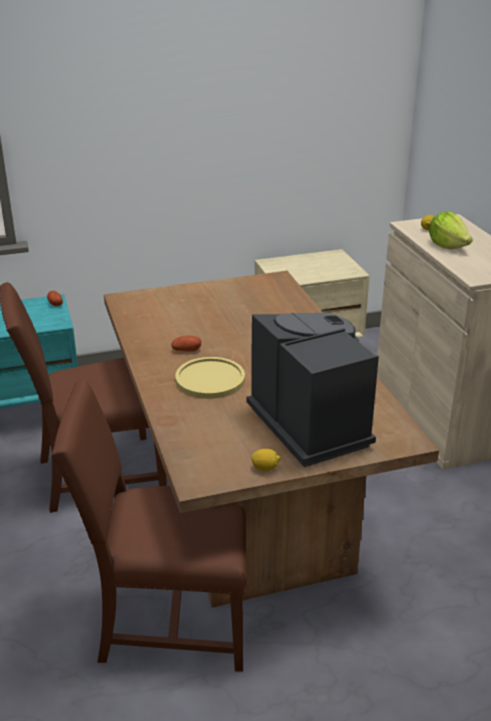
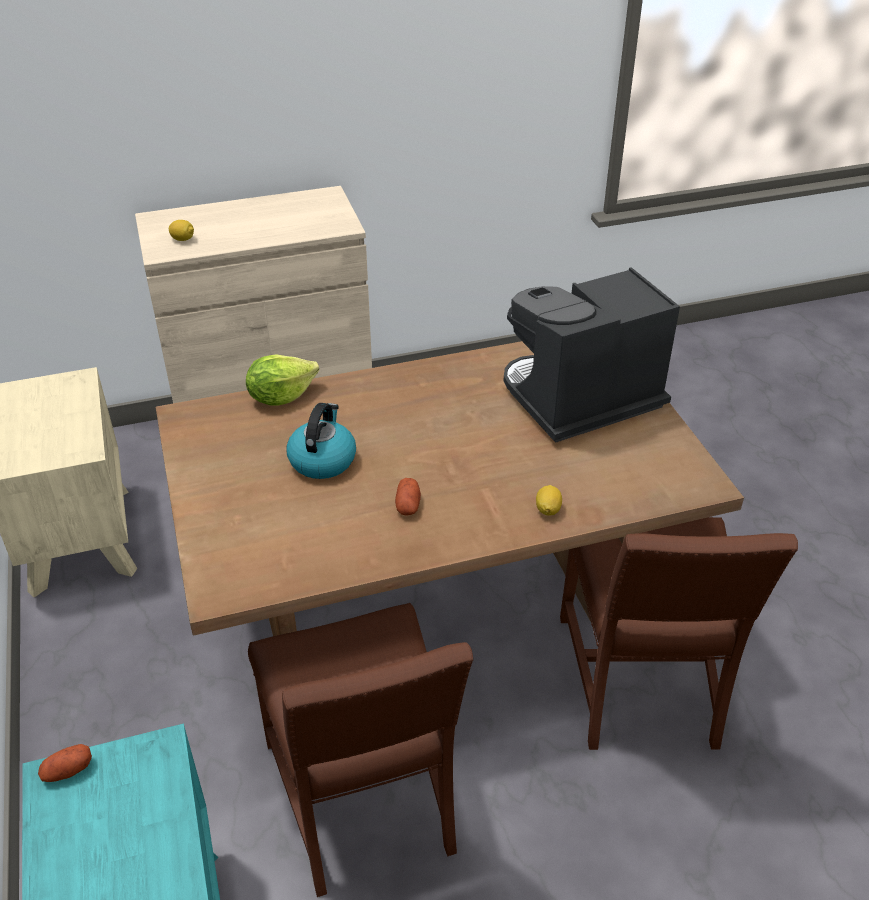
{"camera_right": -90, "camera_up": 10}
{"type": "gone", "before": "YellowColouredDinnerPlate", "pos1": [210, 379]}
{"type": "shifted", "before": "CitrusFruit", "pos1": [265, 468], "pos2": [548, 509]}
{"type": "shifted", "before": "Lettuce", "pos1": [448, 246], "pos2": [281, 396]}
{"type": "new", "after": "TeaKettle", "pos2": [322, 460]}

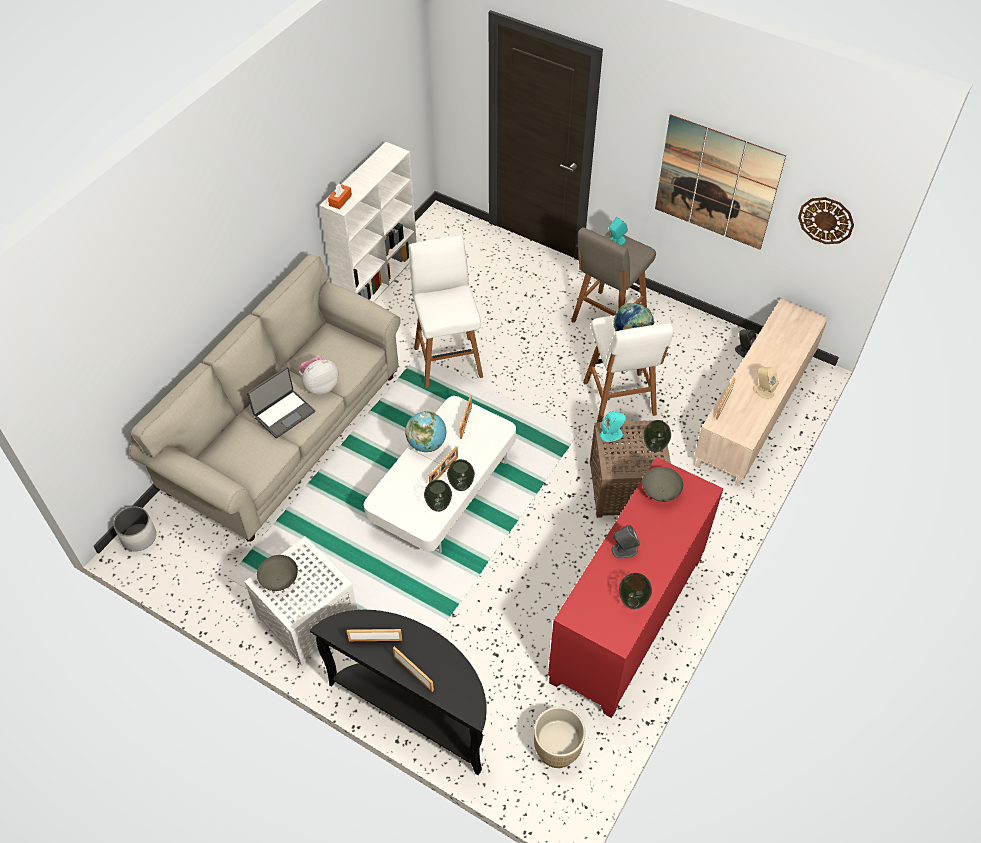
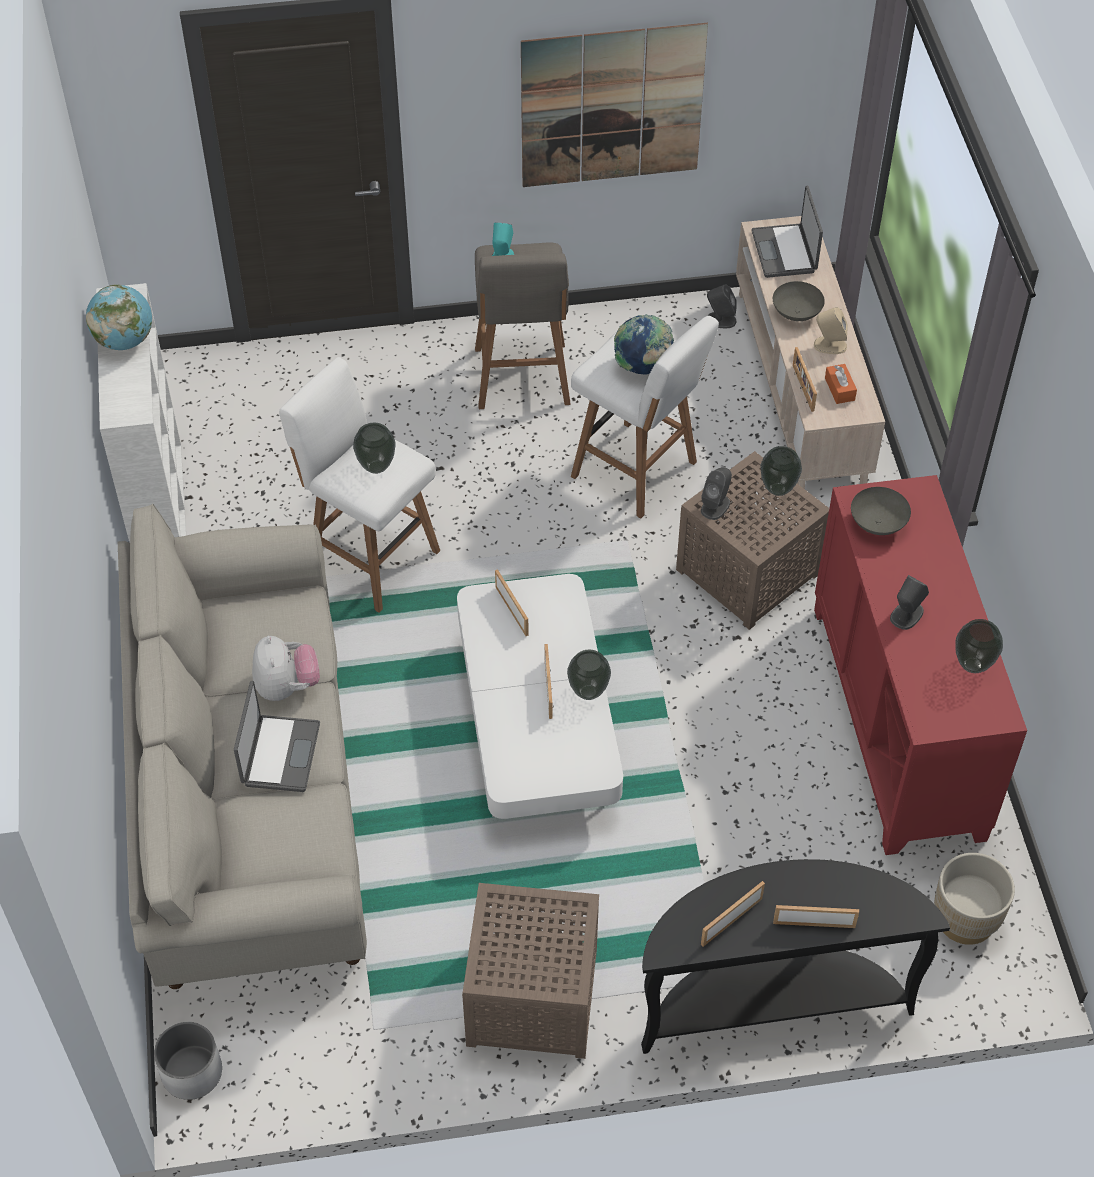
{"camera_right": -40, "camera_up": 0}
{"type": "repainted", "before": "WhiteColouredEndTable", "after": "BrownishEndTable", "pos1": [306, 618], "pos2": [530, 999]}
{"type": "shifted", "before": "GreyBowl", "pos1": [279, 580], "pos2": [797, 314]}
{"type": "rotated", "before": "CuddlyToy", "pos1": [320, 386], "pos2": [287, 686], "turn": 150}
{"type": "shifted", "before": "OrangeColouredTissueHolder", "pos1": [340, 200], "pos2": [839, 389]}
{"type": "shifted", "before": "Globe", "pos1": [427, 444], "pos2": [124, 340]}
{"type": "shifted", "before": "FlowerVase", "pos1": [439, 506], "pos2": [376, 466]}
{"type": "repainted", "before": "TurquoiseAudioSpeaker", "after": "GreyAudioSpeaker", "pos1": [611, 434], "pos2": [715, 506]}
{"type": "gone", "before": "ClockOnTheWall", "pos1": [826, 220]}
{"type": "new", "after": "NotebookComputer", "pos2": [785, 252]}

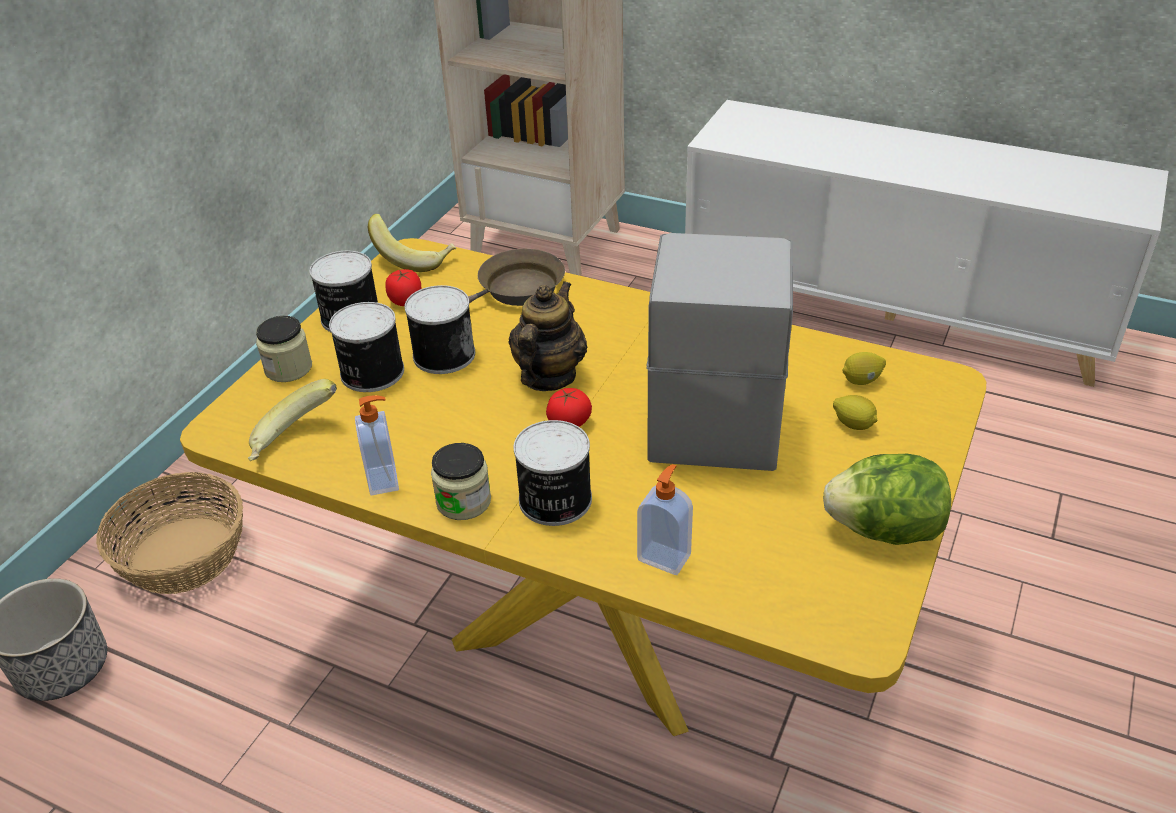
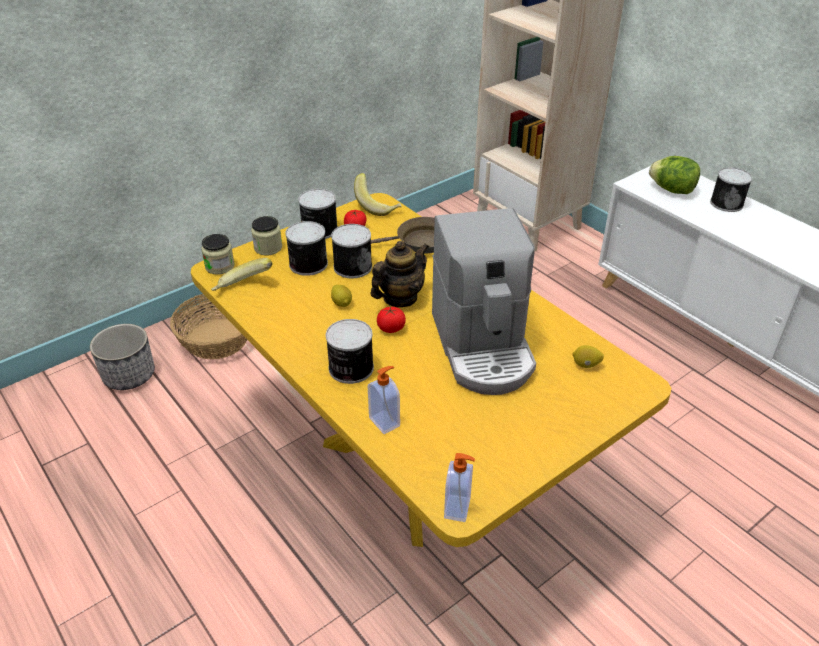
{"camera_right": 25, "camera_up": 0}
{"type": "shifted", "before": "LiquidSoapBottle", "pos1": [384, 479], "pos2": [458, 508]}
{"type": "shifted", "before": "StorageJar", "pos1": [463, 501], "pos2": [220, 266]}
{"type": "rotated", "before": "CoffeeMaker", "pos1": [715, 404], "pos2": [483, 347], "turn": 135}
{"type": "shifted", "before": "Lettuce", "pos1": [884, 530], "pos2": [672, 190]}
{"type": "shifted", "before": "CitrusFruit", "pos1": [853, 424], "pos2": [342, 303]}
{"type": "new", "after": "Can", "pos2": [726, 203]}

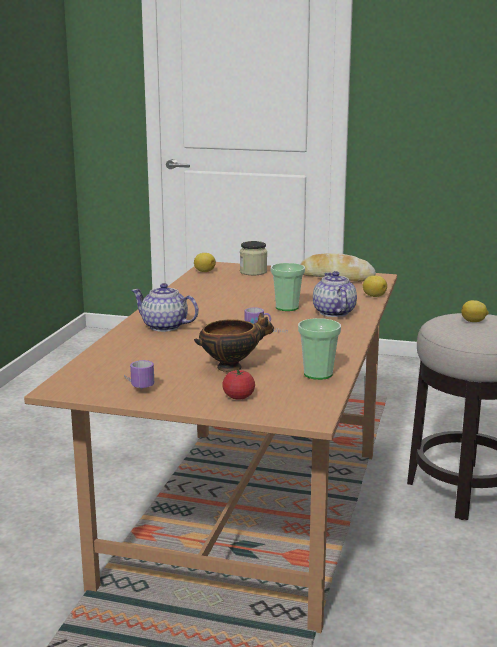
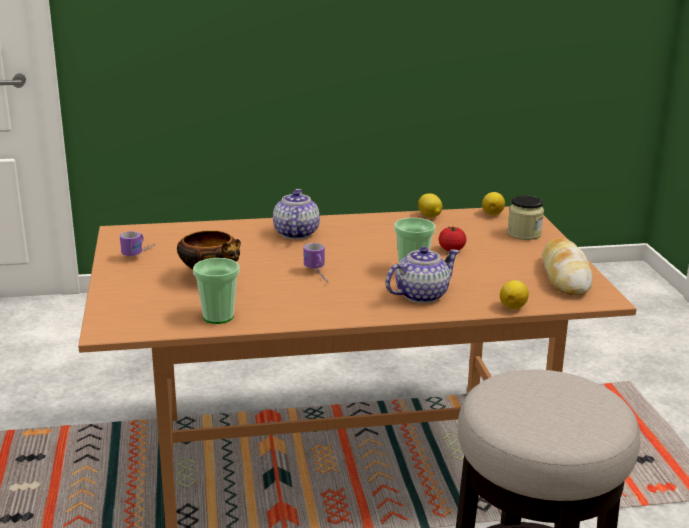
{"camera_right": 65, "camera_up": 5}
{"type": "shifted", "before": "Tomato", "pos1": [238, 397], "pos2": [451, 249]}
{"type": "shifted", "before": "CitrusFruit", "pos1": [474, 321], "pos2": [430, 216]}

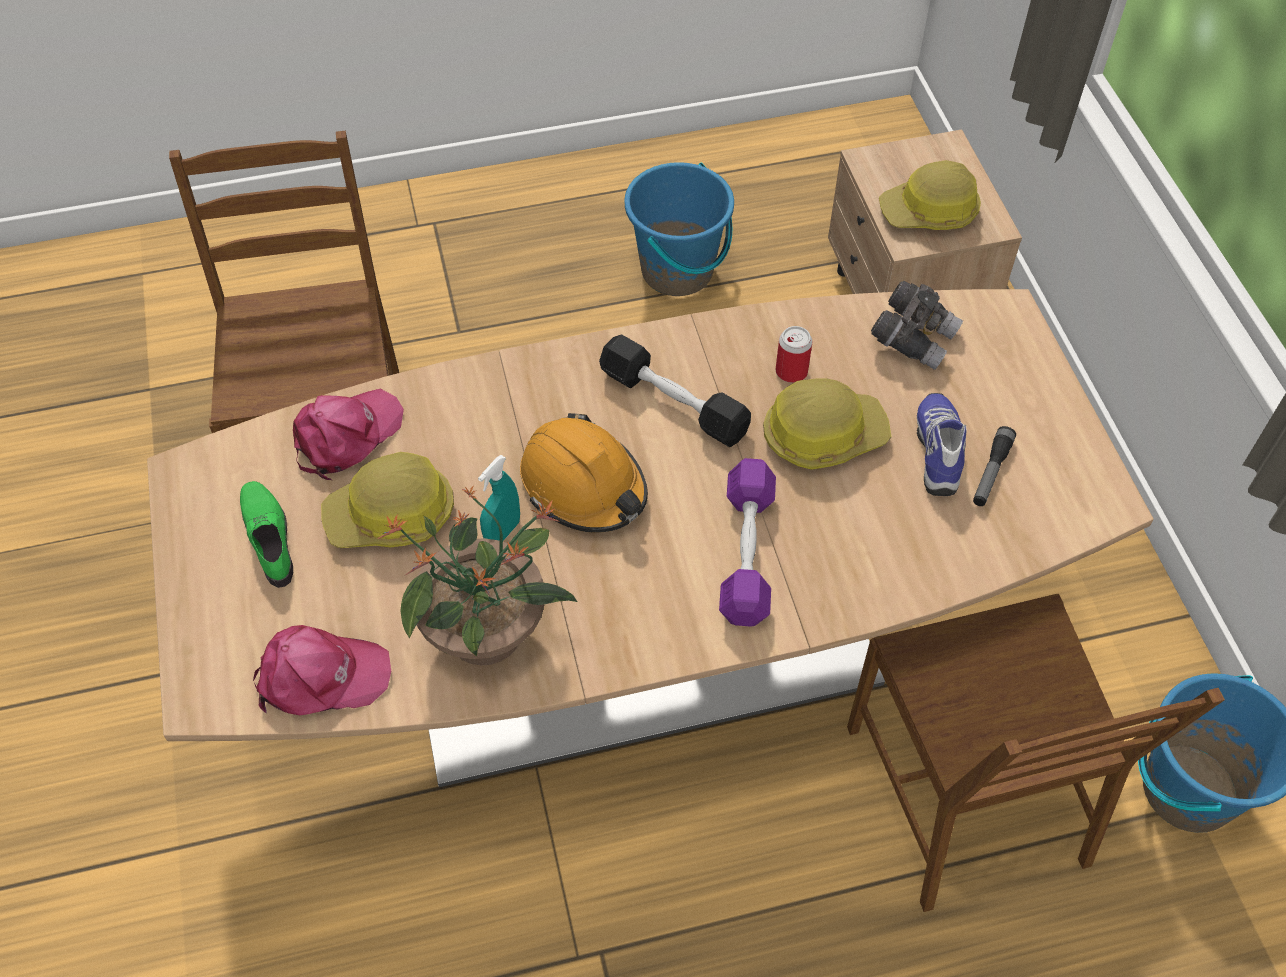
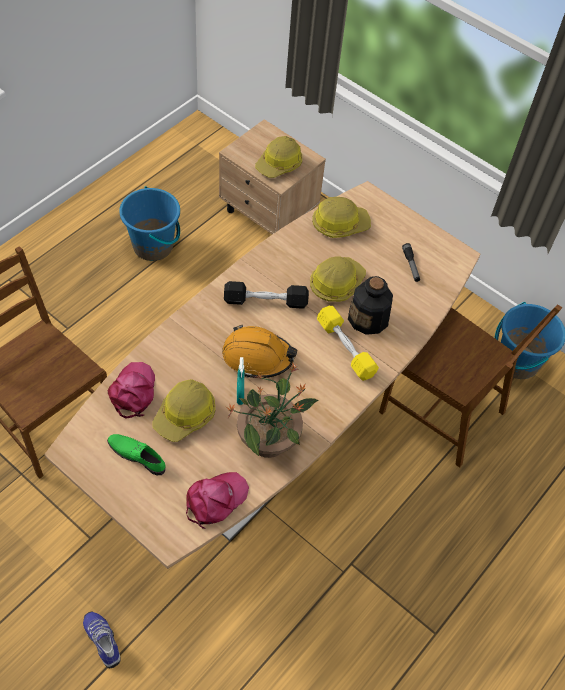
{"camera_right": -40, "camera_up": 0}
{"type": "repainted", "before": "PurpleHandWeight", "after": "YellowColouredHandWeight", "pos1": [747, 553], "pos2": [345, 348]}
{"type": "gone", "before": "Can", "pos1": [791, 371]}
{"type": "swapped", "before": "GreyFieldGlasses", "after": "SafetyHelmet", "pos1": [913, 338], "pos2": [339, 224]}
{"type": "shifted", "before": "ItemOfFootwear", "pos1": [940, 452], "pos2": [103, 640]}
{"type": "new", "after": "BeverageBottle", "pos2": [368, 318]}

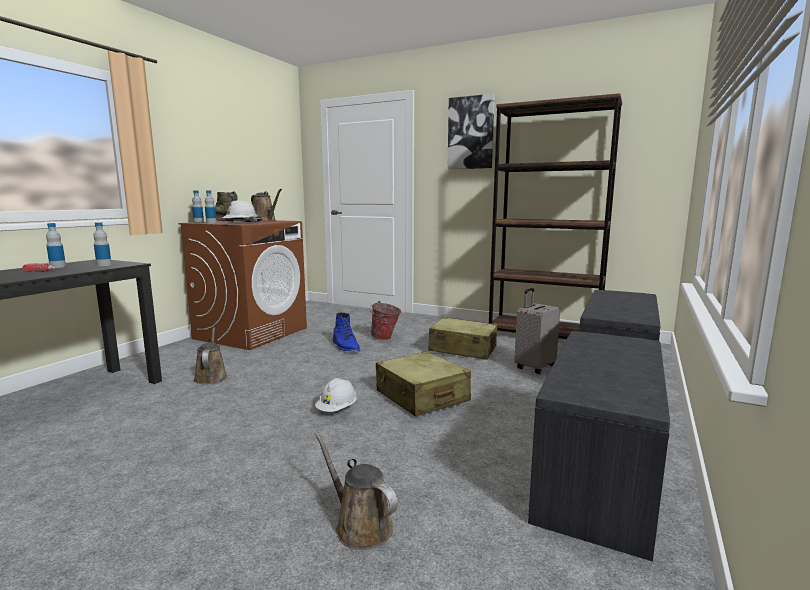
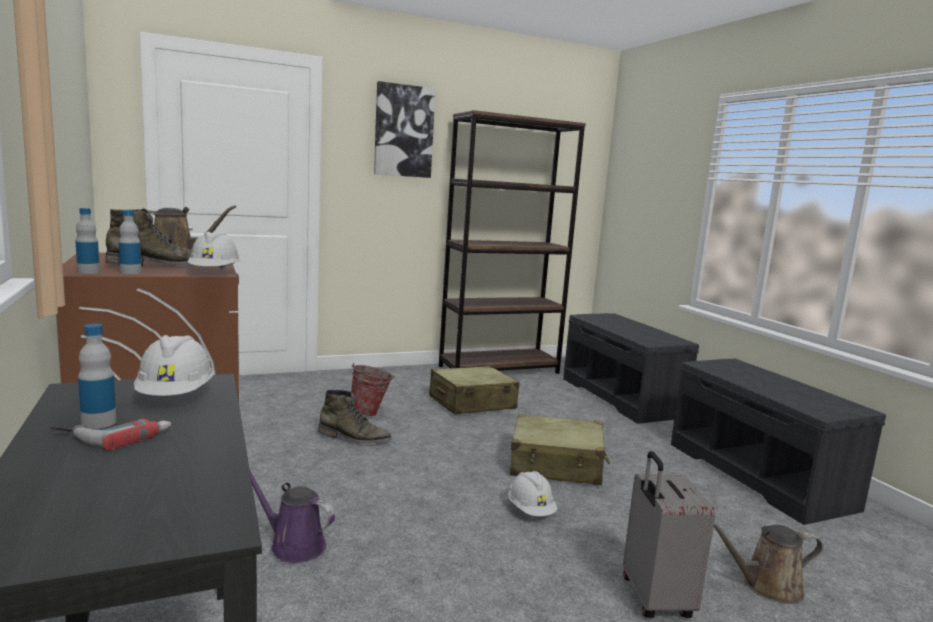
{"camera_right": -50, "camera_up": 0}
{"type": "swapped", "before": "BeverageBottle", "after": "WhiteColouredSafetyHelmet", "pos1": [104, 265], "pos2": [175, 396]}
{"type": "repainted", "before": "BrownishWateringPot", "after": "PurpleWateringPot", "pos1": [211, 377], "pos2": [293, 545]}
{"type": "repainted", "before": "BluishTallBoot", "after": "GreenishTallBoot", "pos1": [345, 346], "pos2": [354, 438]}
{"type": "shifted", "before": "GreyTravelCase", "pos1": [534, 367], "pos2": [654, 599]}

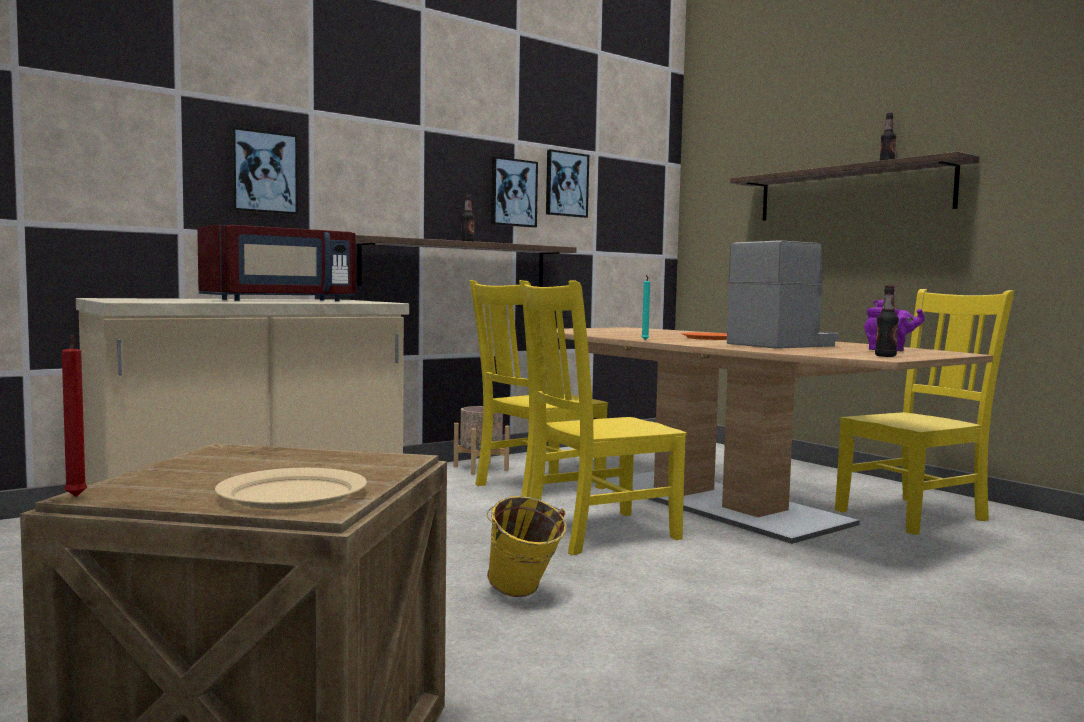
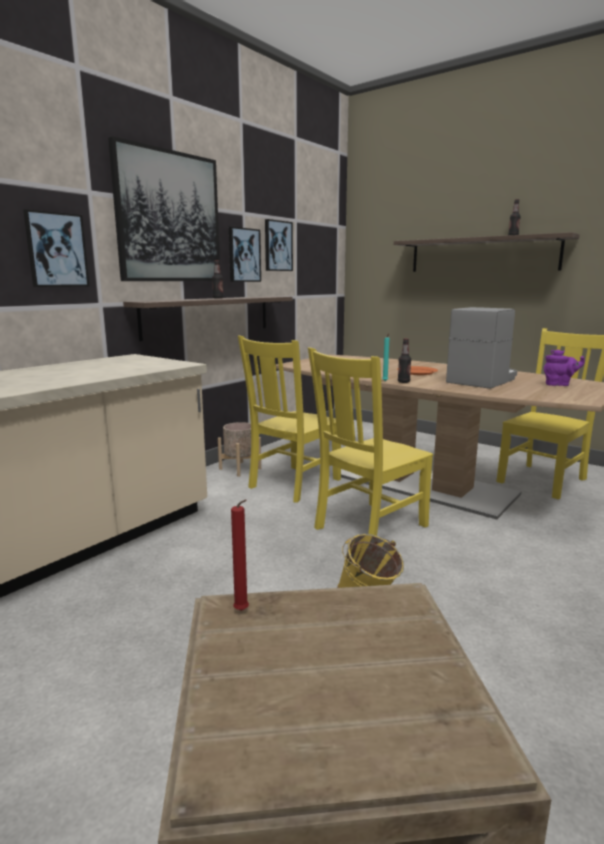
{"camera_right": -15, "camera_up": 10}
{"type": "shifted", "before": "RedWaxLight", "pos1": [75, 497], "pos2": [242, 612]}
{"type": "gone", "before": "RedKitchenMicrowave", "pos1": [281, 300]}
{"type": "gone", "before": "BeigeColouredDinnerPlate", "pos1": [291, 494]}
{"type": "shifted", "before": "BeverageBottle", "pos1": [885, 356], "pos2": [403, 382]}
{"type": "new", "after": "WallPicture", "pos2": [169, 217]}

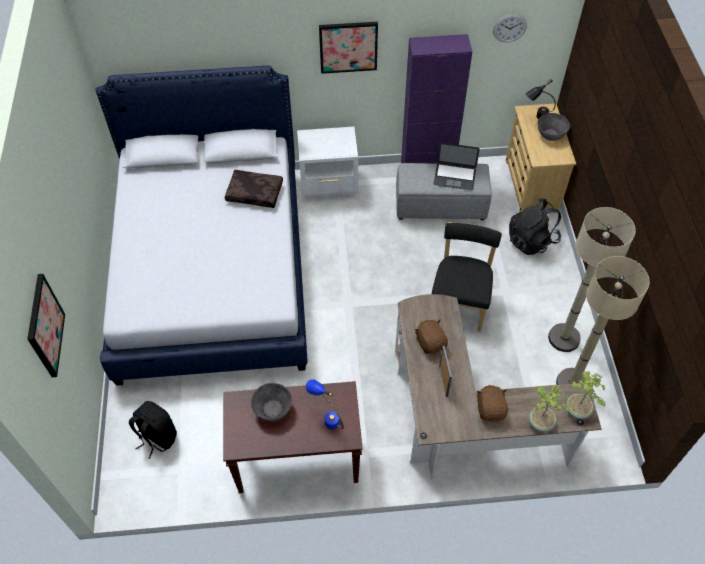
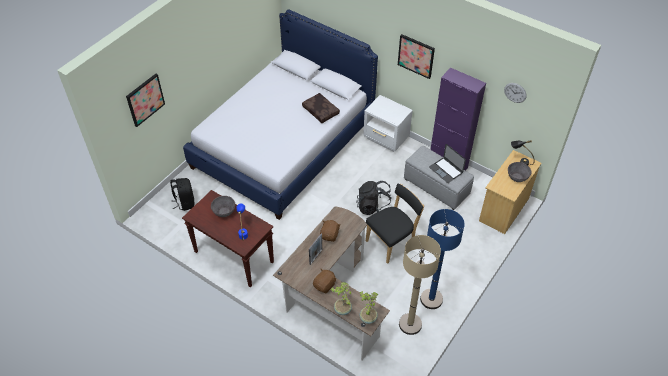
{"camera_right": 40, "camera_up": -5}
{"type": "shifted", "before": "BlackRucksack", "pos1": [532, 240], "pos2": [374, 207]}
{"type": "repainted", "before": "BeigeColouredStandardLamp", "after": "BluishStandardLamp", "pos1": [564, 338], "pos2": [431, 299]}

